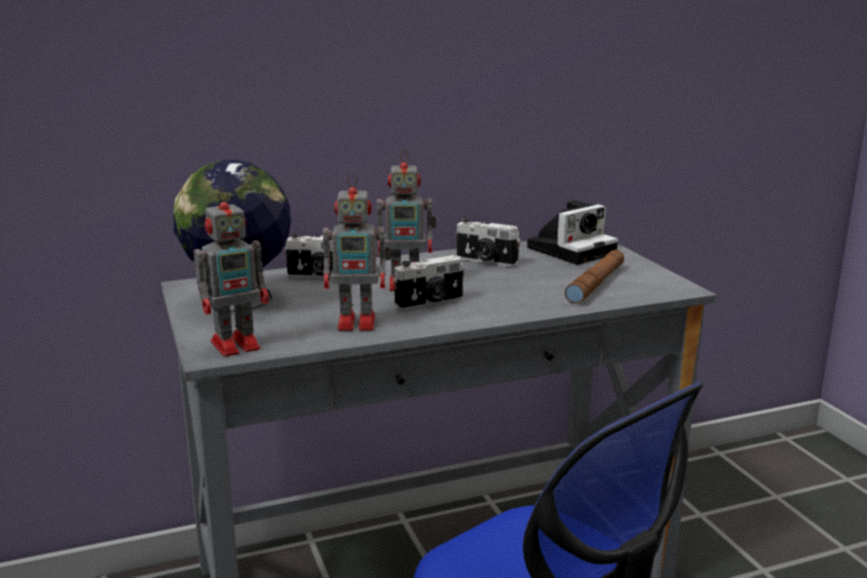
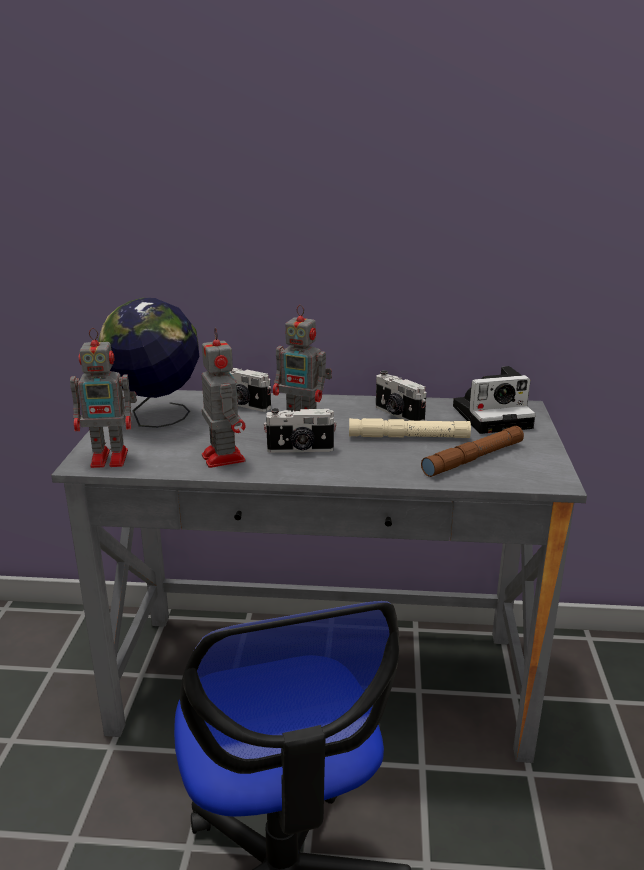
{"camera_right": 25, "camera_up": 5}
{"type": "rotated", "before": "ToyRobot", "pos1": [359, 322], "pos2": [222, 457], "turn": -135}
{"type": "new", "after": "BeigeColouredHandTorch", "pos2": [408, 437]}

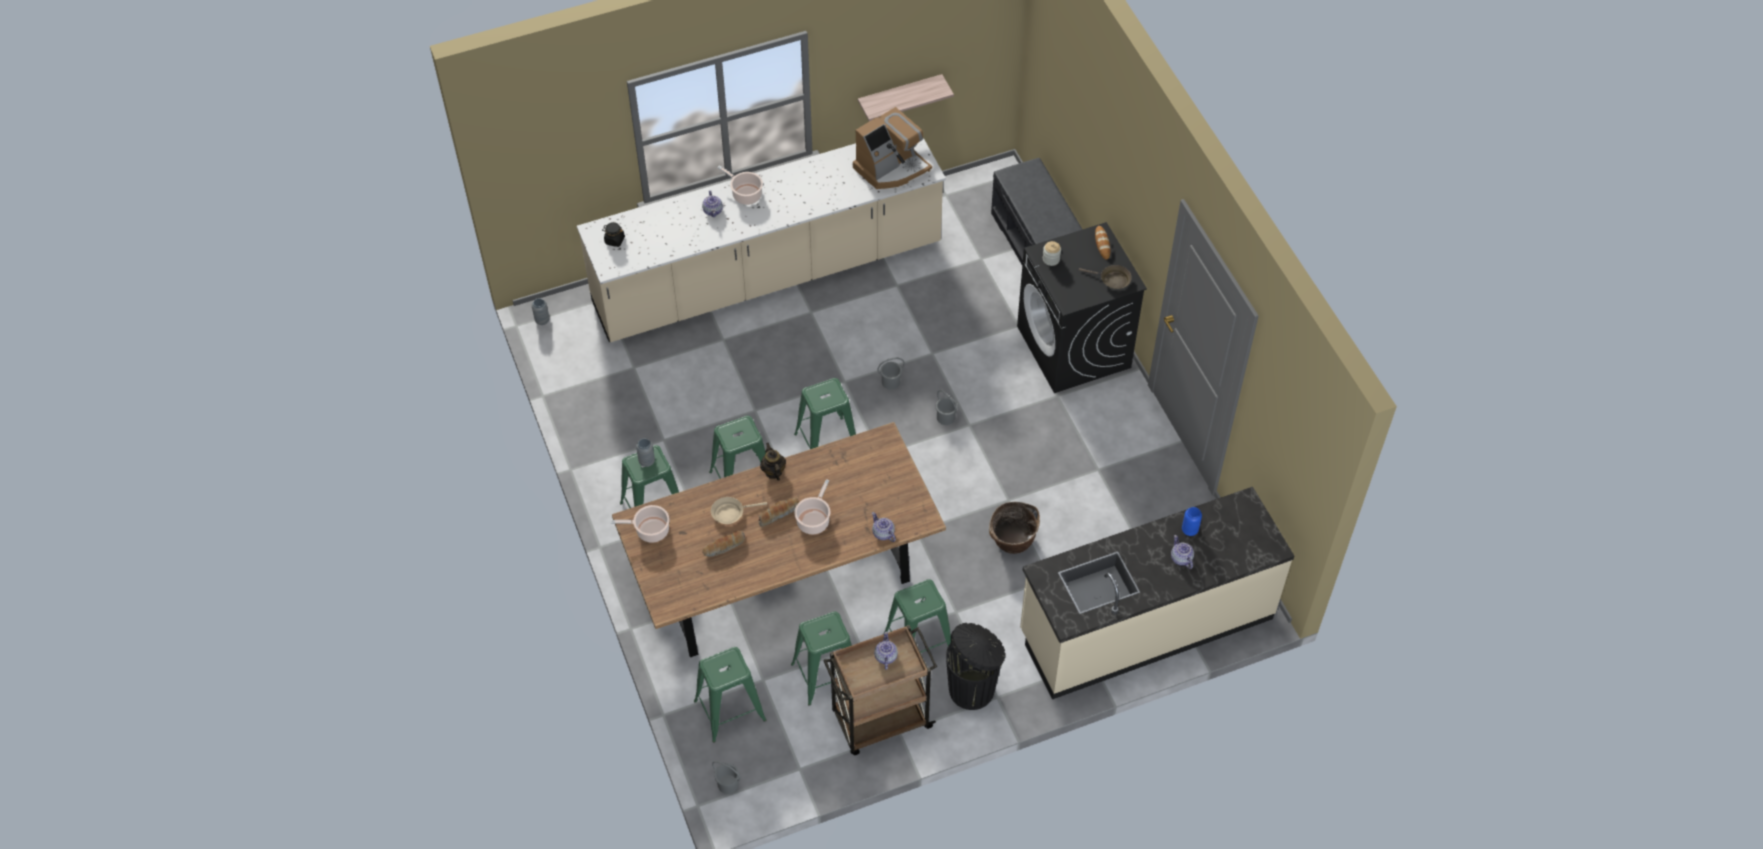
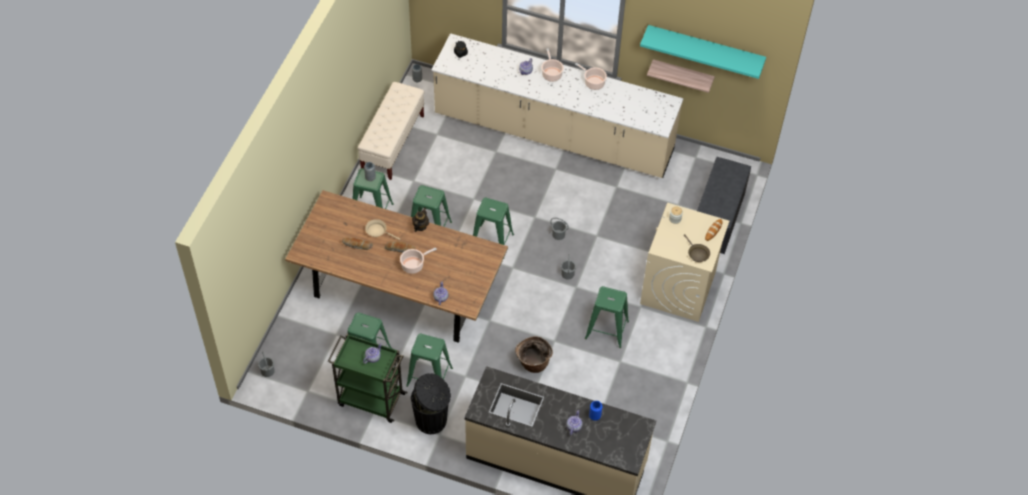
{"camera_right": 40, "camera_up": 0}
{"type": "shifted", "before": "CookingPot", "pos1": [650, 530], "pos2": [593, 82]}
{"type": "shifted", "before": "GreenishStoolSeat", "pos1": [730, 710], "pos2": [607, 330]}
{"type": "repainted", "before": "BrownishTrolley", "after": "GreenishTrolley", "pos1": [880, 720], "pos2": [370, 399]}
{"type": "gone", "before": "CoffeeMaker", "pos1": [891, 168]}
{"type": "repainted", "before": "BlackLaundryMachine", "after": "BeigeColouredLaundryMachine", "pos1": [1074, 347], "pos2": [678, 288]}
{"type": "new", "after": "BeigeColouredIndoorBench", "pos2": [393, 143]}
{"type": "new", "after": "TurquoiseBracketShelf", "pos2": [705, 48]}

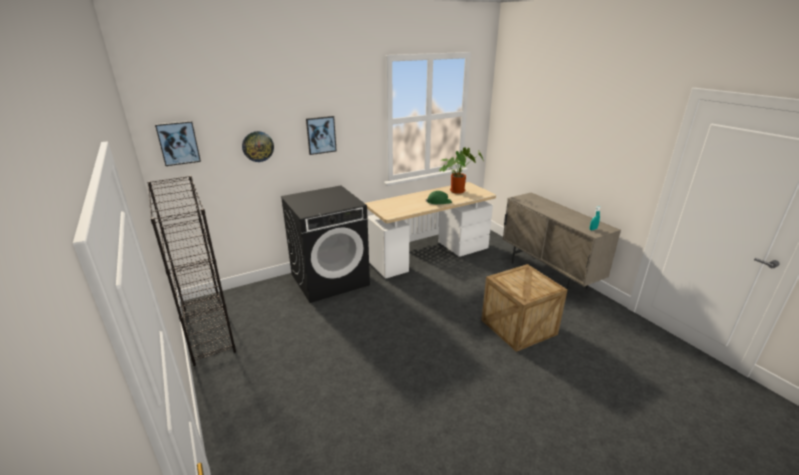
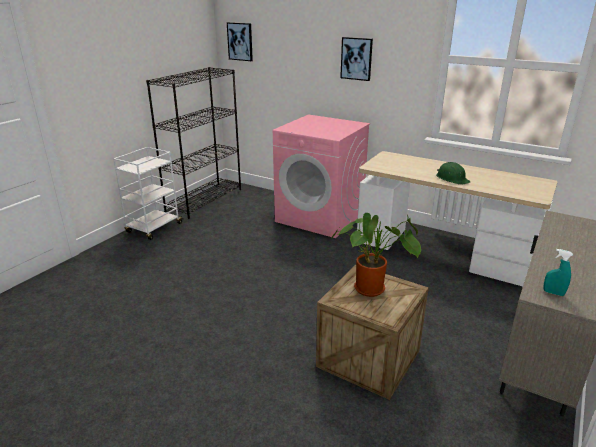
{"camera_right": 60, "camera_up": 0}
{"type": "gone", "before": "ClockOnTheWall", "pos1": [257, 146]}
{"type": "repainted", "before": "BlackLaundryMachine", "after": "PinkishLaundryMachine", "pos1": [330, 279], "pos2": [320, 217]}
{"type": "shifted", "before": "Houseplant", "pos1": [458, 190], "pos2": [373, 289]}
{"type": "new", "after": "WhiteColouredTrolley", "pos2": [154, 228]}

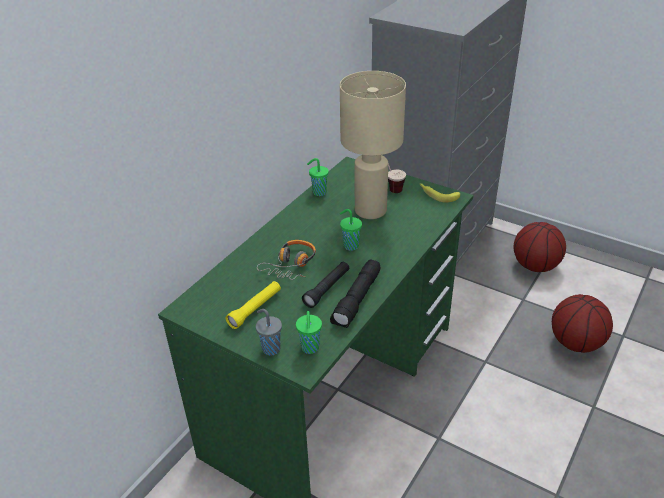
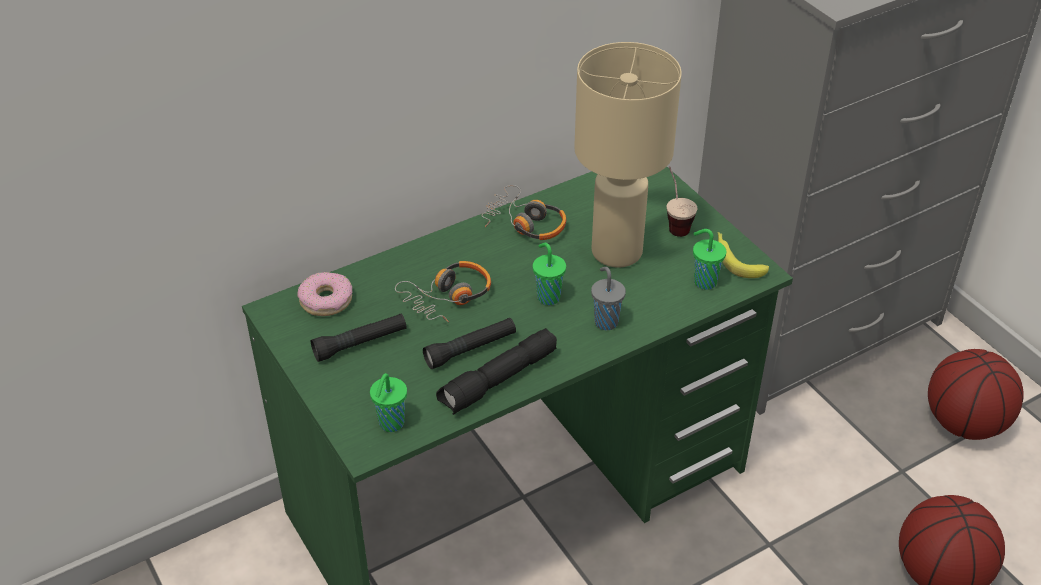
{"camera_right": 25, "camera_up": 5}
{"type": "repainted", "before": "YellowColouredHandTorch", "after": "BlackHandTorch", "pos1": [255, 309], "pos2": [360, 344]}
{"type": "shifted", "before": "GreyCup", "pos1": [270, 348], "pos2": [605, 321]}
{"type": "shifted", "before": "GreenishCup", "pos1": [318, 192], "pos2": [703, 281]}
{"type": "new", "after": "Doughnut", "pos2": [326, 300]}
{"type": "new", "after": "Headphones", "pos2": [525, 223]}

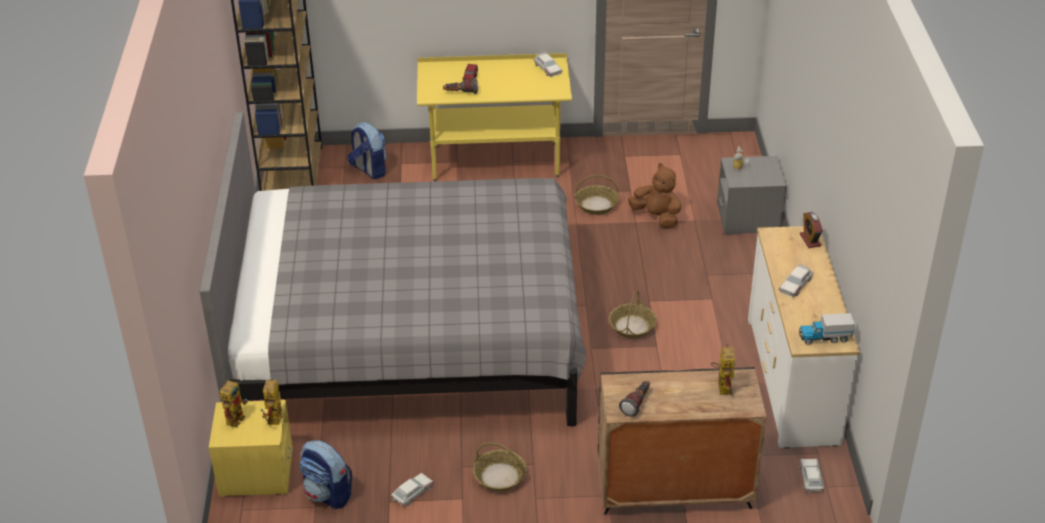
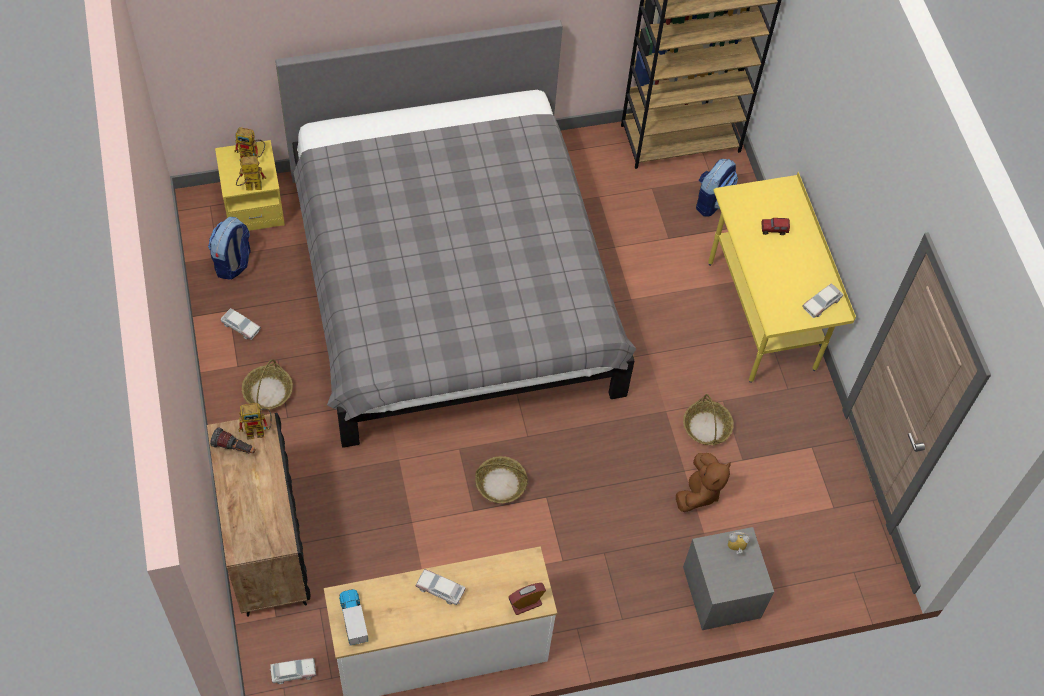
{"camera_right": 75, "camera_up": 20}
{"type": "gone", "before": "HandTorch", "pos1": [461, 93]}
{"type": "shifted", "before": "ToyRobot", "pos1": [722, 385], "pos2": [259, 430]}

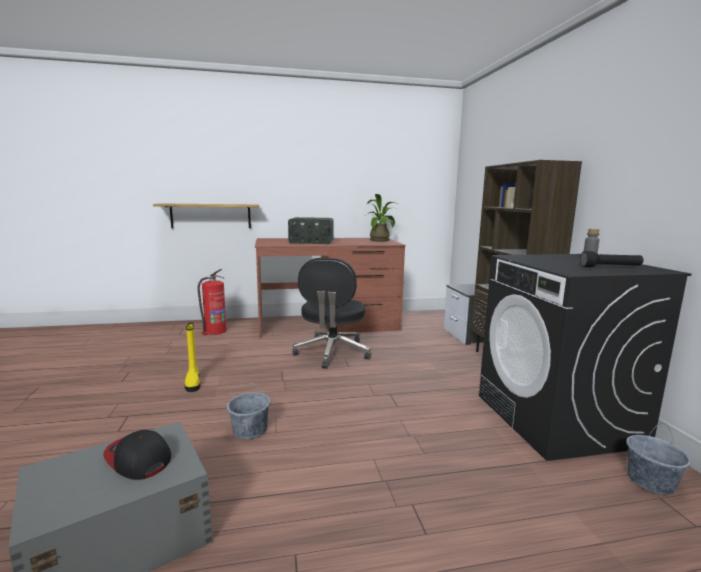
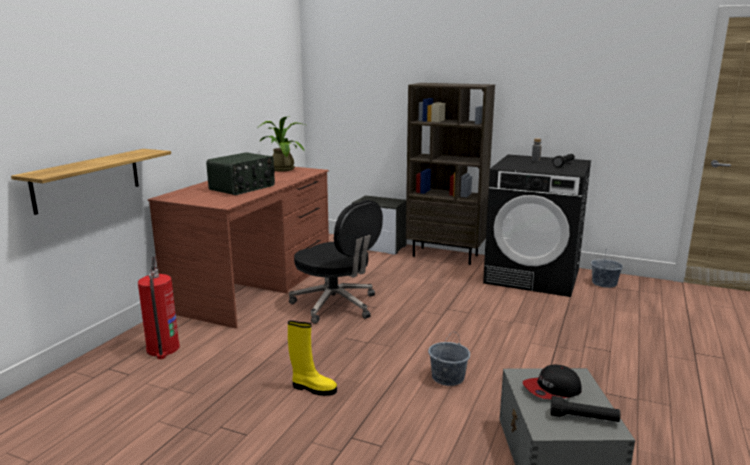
{"camera_right": -55, "camera_up": 5}
{"type": "new", "after": "BlackHandTorch", "pos2": [583, 419]}

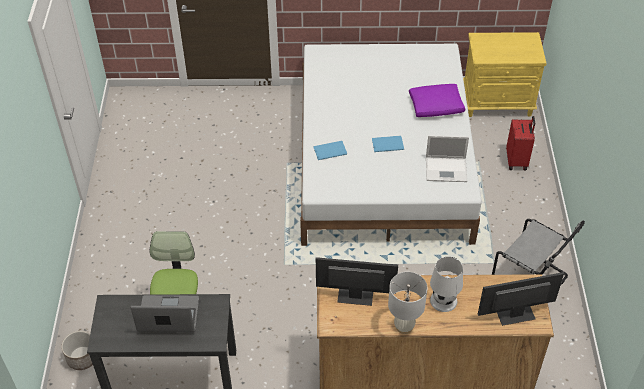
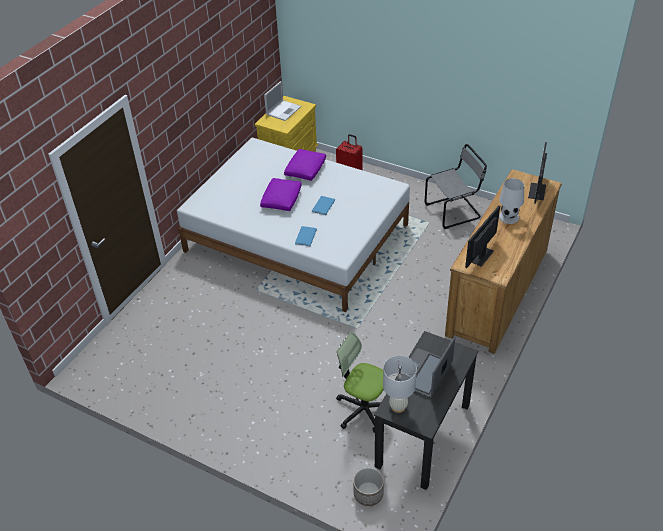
{"camera_right": -60, "camera_up": -5}
{"type": "shifted", "before": "WhiteColouredLampForATable", "pos1": [404, 326], "pos2": [398, 406]}
{"type": "shifted", "before": "NotebookComputer", "pos1": [447, 169], "pos2": [283, 110]}
{"type": "new", "after": "PurplePillow", "pos2": [281, 199]}

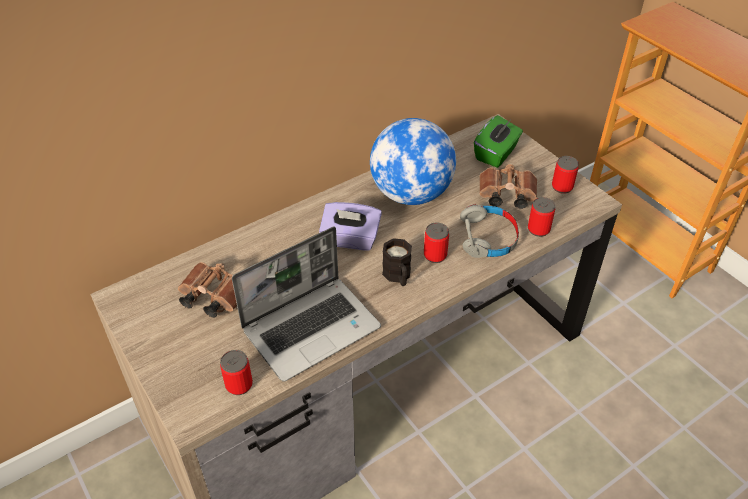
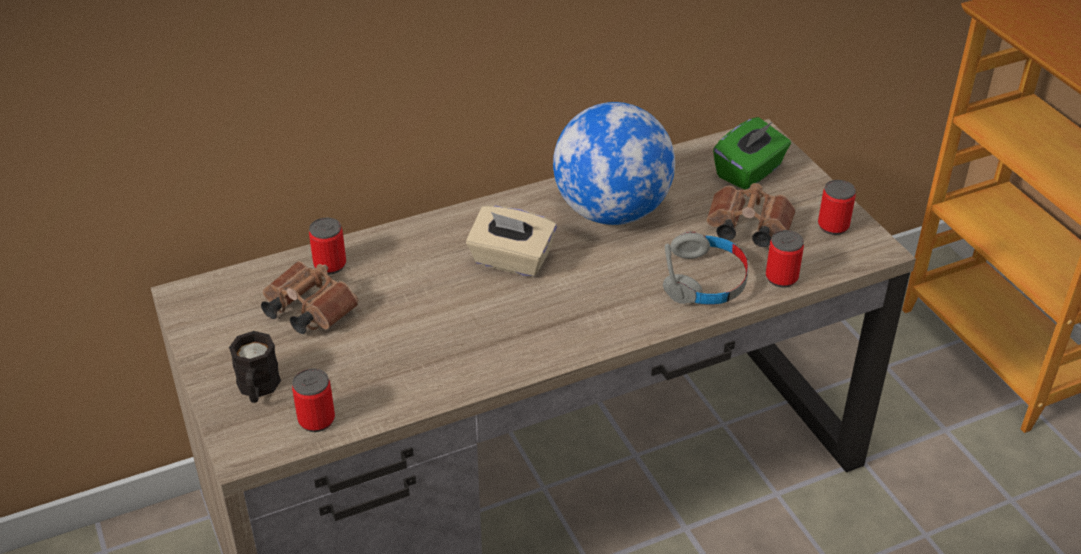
{"camera_right": 10, "camera_up": -5}
{"type": "gone", "before": "NotebookComputer", "pos1": [312, 327]}
{"type": "repainted", "before": "PurpleTissueHolder", "after": "BeigeColouredTissueHolder", "pos1": [350, 239], "pos2": [511, 261]}
{"type": "shifted", "before": "BlackMug", "pos1": [398, 276], "pos2": [257, 389]}
{"type": "shifted", "before": "Can", "pos1": [435, 255], "pos2": [330, 265]}

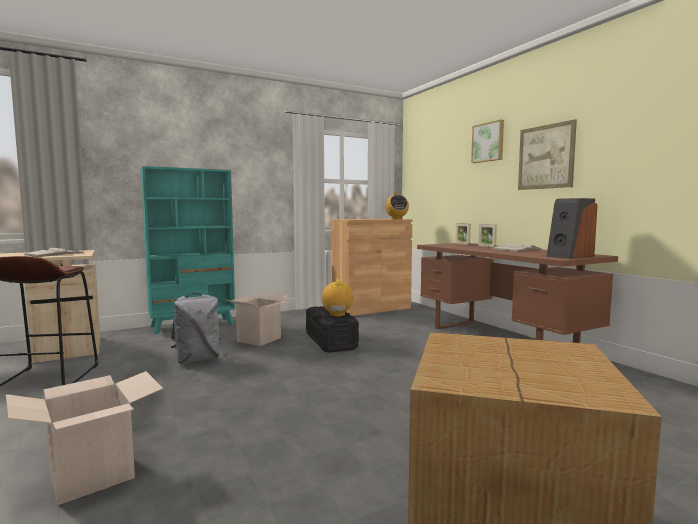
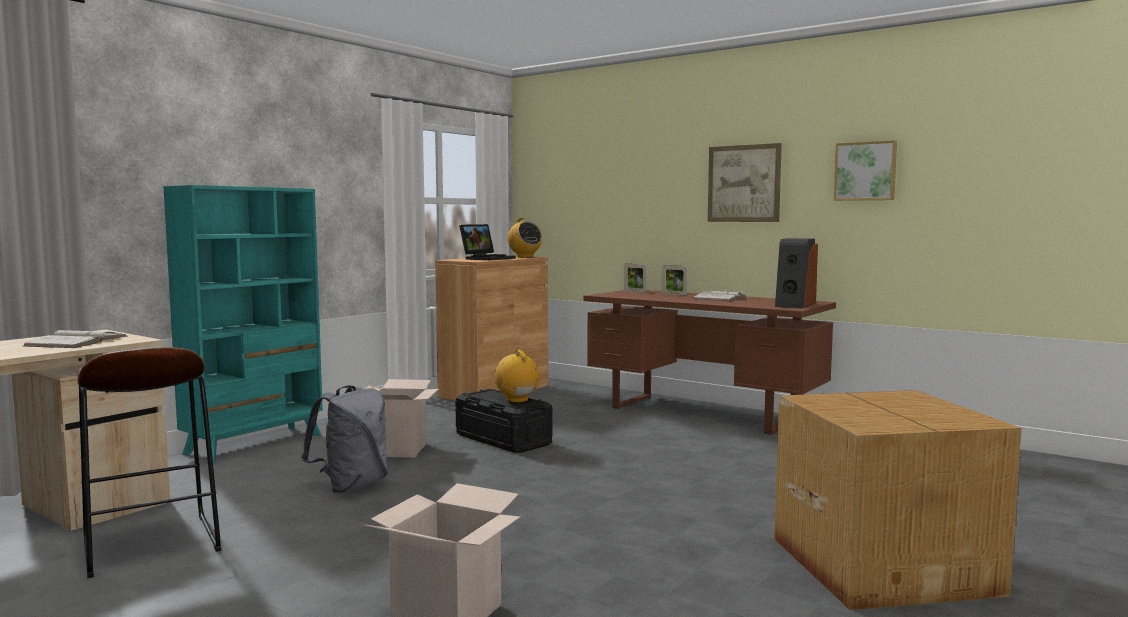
{"camera_right": -25, "camera_up": 0}
{"type": "shifted", "before": "WallPicture", "pos1": [488, 142], "pos2": [865, 171]}
{"type": "new", "after": "NotebookComputer", "pos2": [487, 258]}

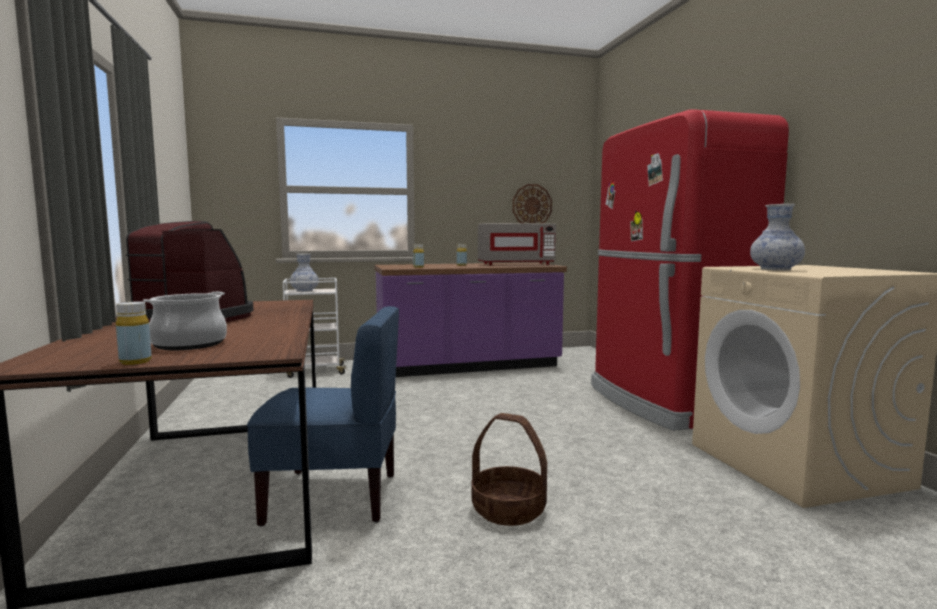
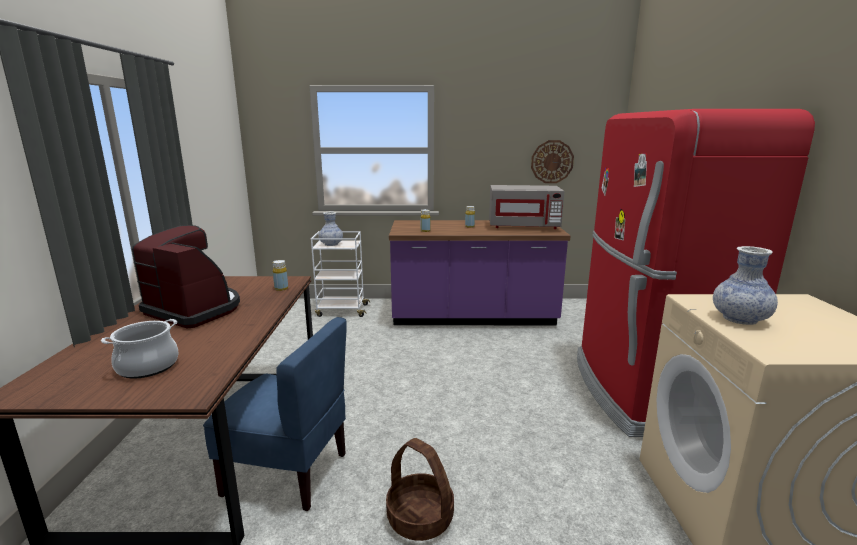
{"camera_right": 15, "camera_up": 10}
{"type": "shifted", "before": "YellowColouredBeverageBottle", "pos1": [135, 361], "pos2": [281, 288]}

